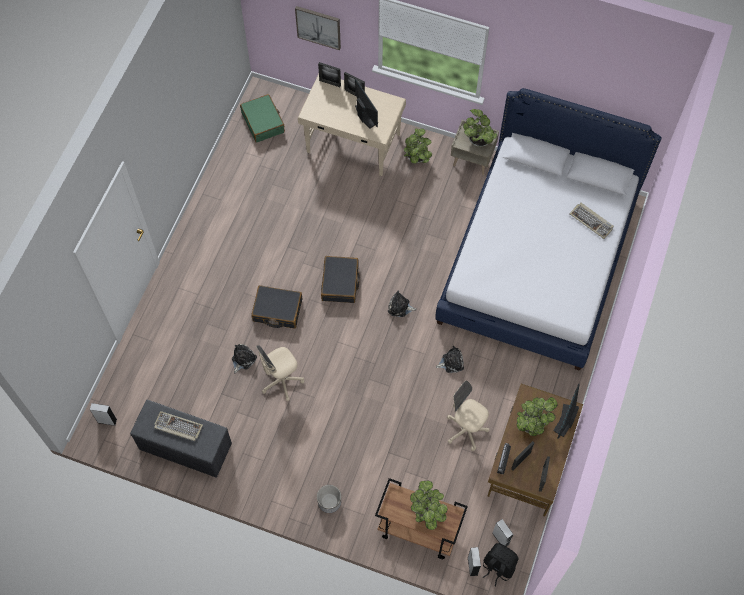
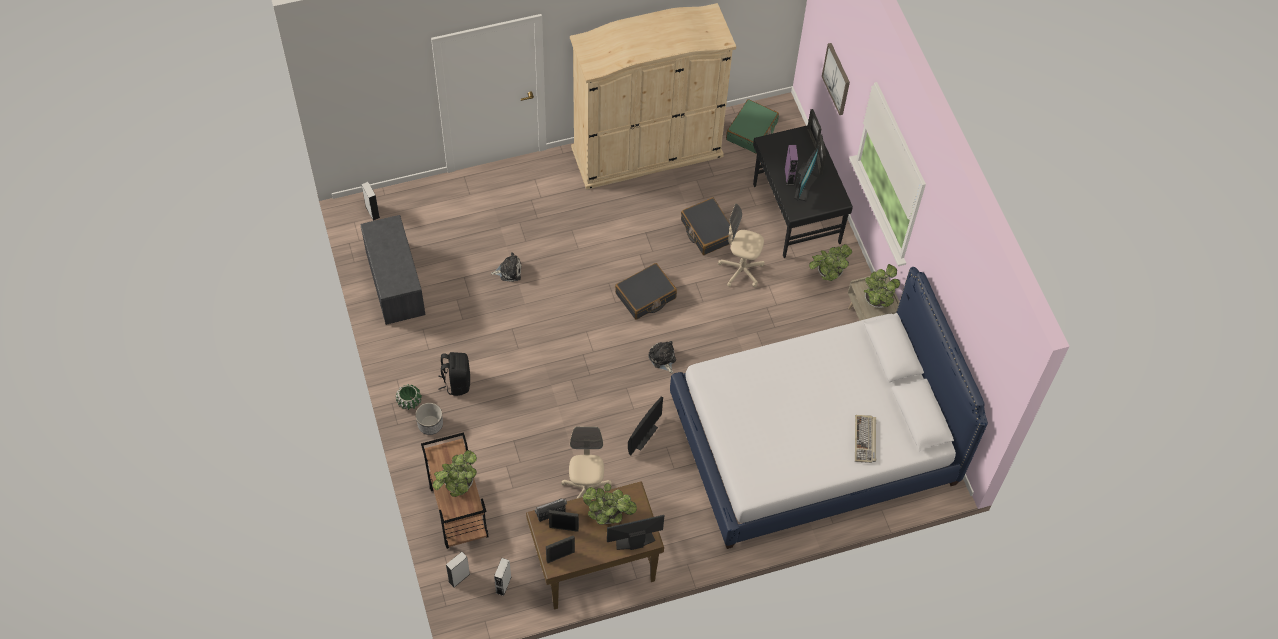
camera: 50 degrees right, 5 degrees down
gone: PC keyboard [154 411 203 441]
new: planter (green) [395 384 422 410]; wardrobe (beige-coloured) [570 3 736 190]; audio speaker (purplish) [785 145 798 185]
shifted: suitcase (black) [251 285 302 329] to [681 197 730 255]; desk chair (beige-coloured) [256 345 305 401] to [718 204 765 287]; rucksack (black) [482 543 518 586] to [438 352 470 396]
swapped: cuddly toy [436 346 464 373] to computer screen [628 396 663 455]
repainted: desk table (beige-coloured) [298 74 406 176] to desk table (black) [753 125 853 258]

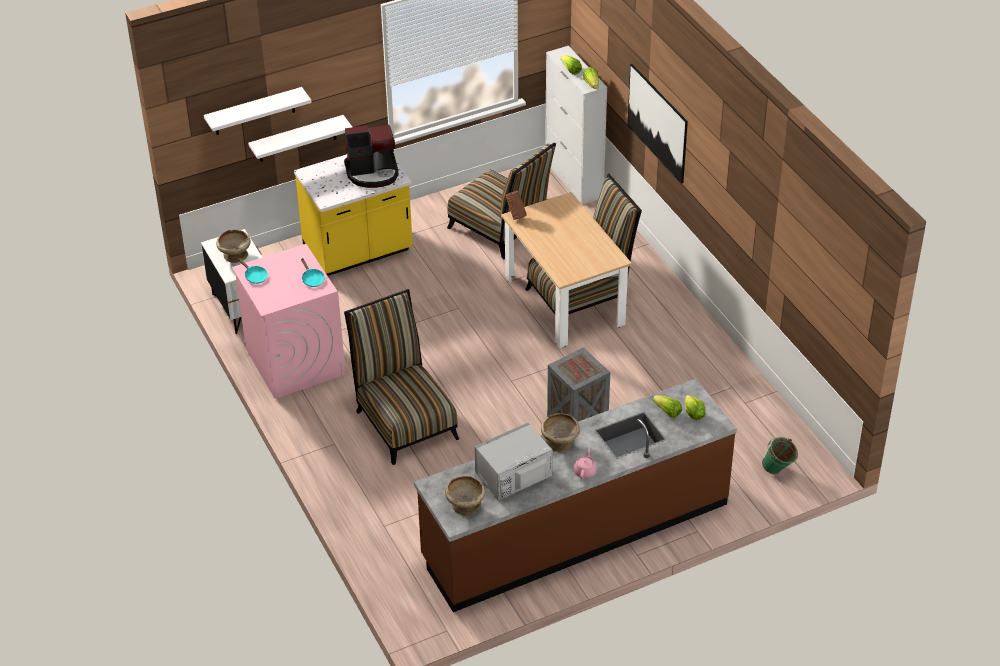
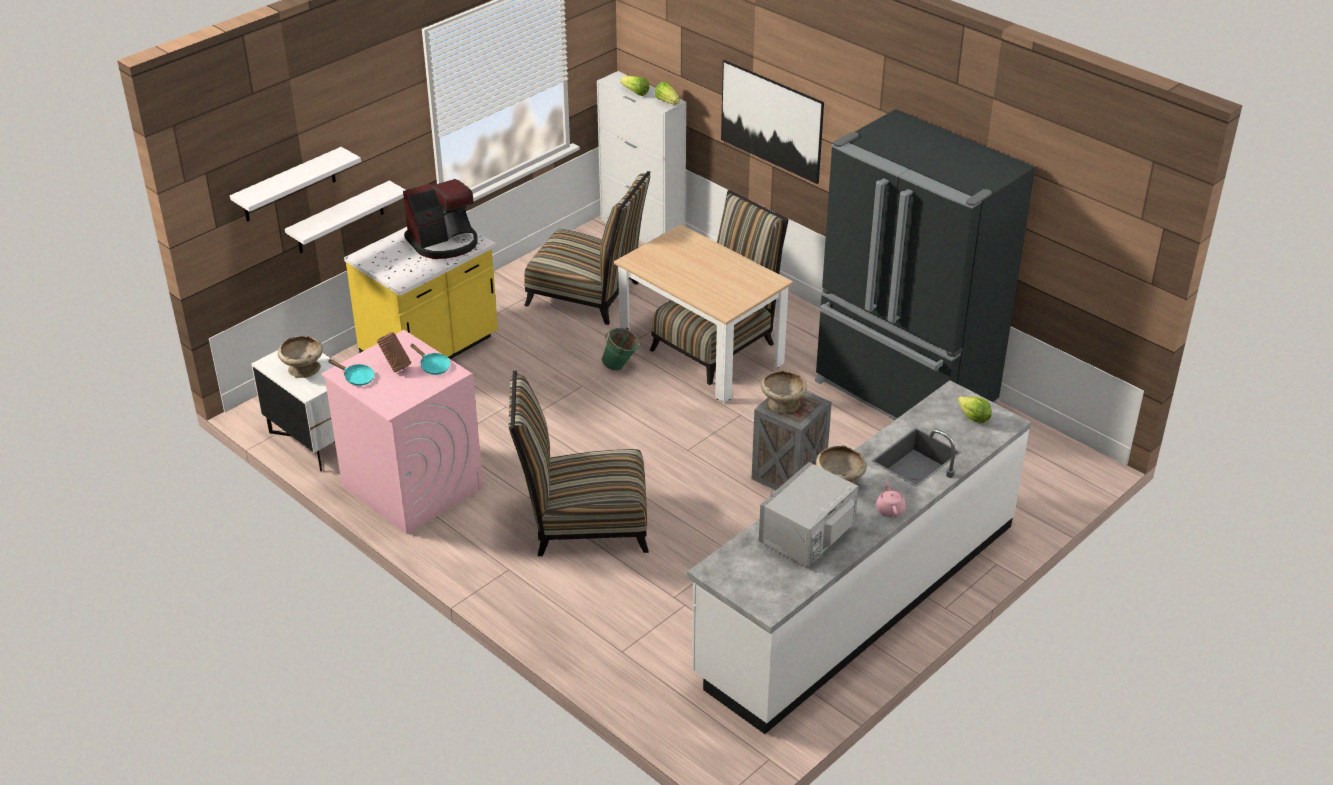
camera: 20 degrees left, 5 degrees down
gone: lettuce [653 395 682 418]
new: fridge (black) [815 109 1035 420]
shifted: serving bowl (beige-coloured) [445 476 485 516] to [761 370 807 414]; decorative vase (brown) [505 191 527 220] to [377 332 411 372]; bucket (green) [762 437 798 474] to [602 328 640 371]
repainted: kitchen base unit (brown) [414 378 737 612] to kitchen base unit (white) [687 380 1031 734]
rotated: plain chair [344 289 459 465] = [508 370 649 556] 45 degrees counterclockwise

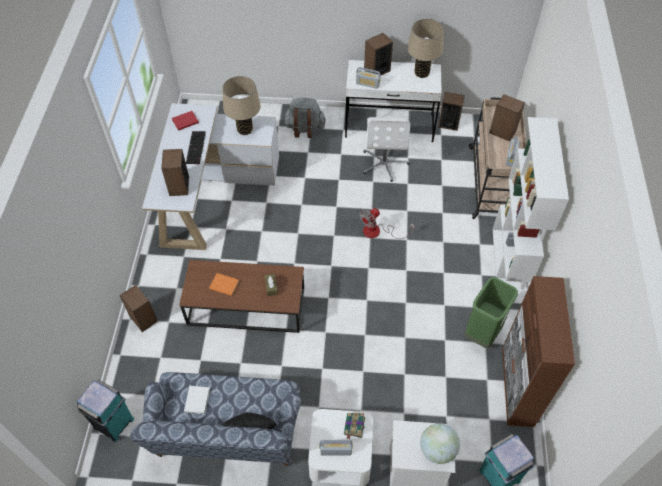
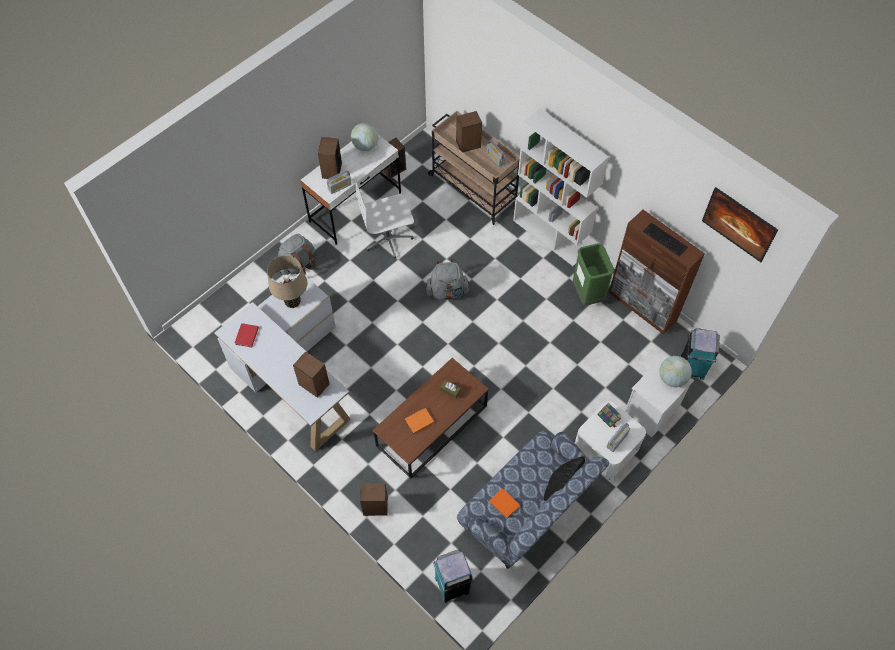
camera: 50 degrees left, 5 degrees up
new: wall art [702 187 778 262]
shifted: PC keyboard [186 131 206 164] to [643 223 688 257]
swapped: fan [359 208 414 239] to rucksack (grey) [425 259 470 300]; lamp for a table (beige-coloured) [407 19 444 78] to world globe [351 123 379 151]
repainted: bound book (white) [184 386 210 414] to bound book (orange) [489 488 520 518]
rotated: desk chair (white) [363 117 410 182] = [355 180 414 259] 120 degrees clockwise

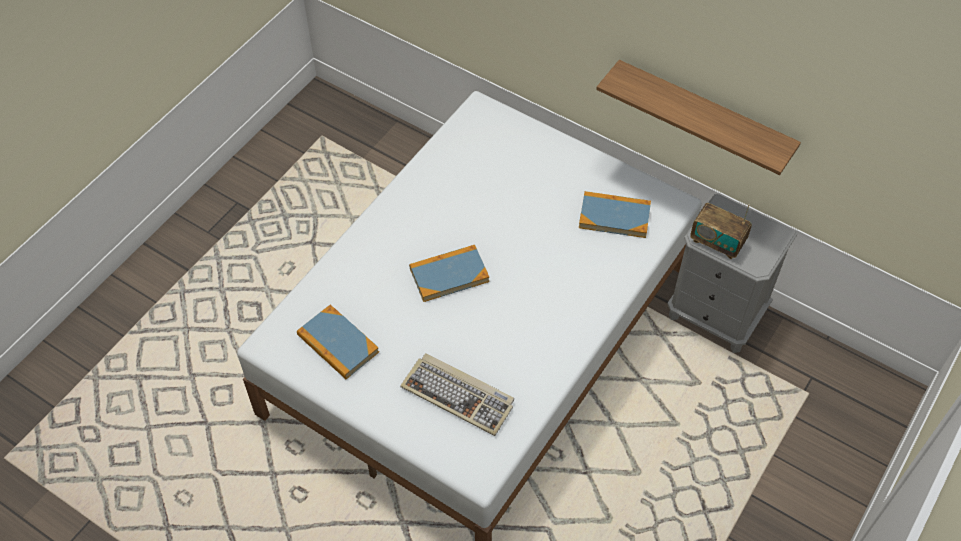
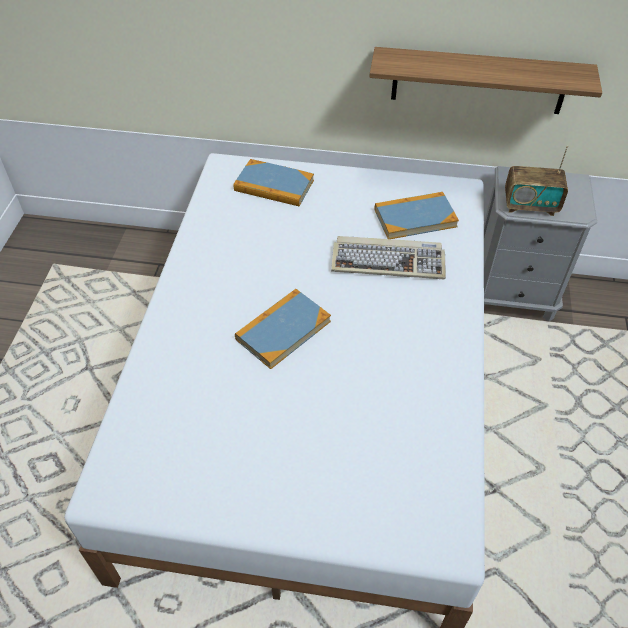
camera: 25 degrees left, 5 degrees down
shifted: bound book [297 305 379 379] to [234 159 314 207]; PC keyboard [400 353 514 436] to [331 236 446 280]

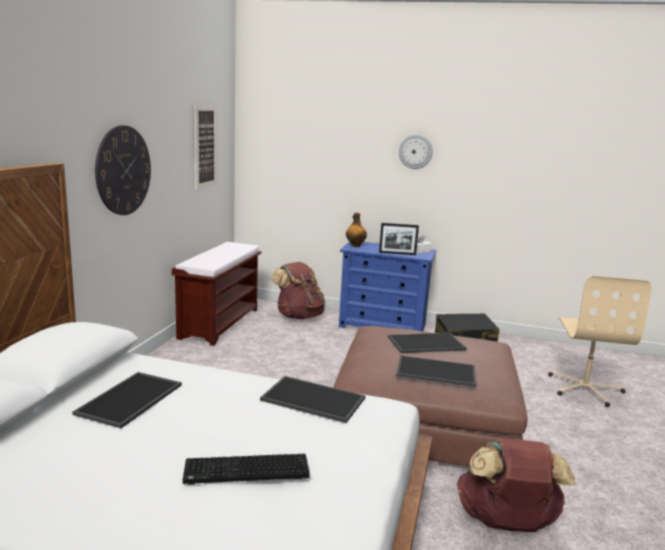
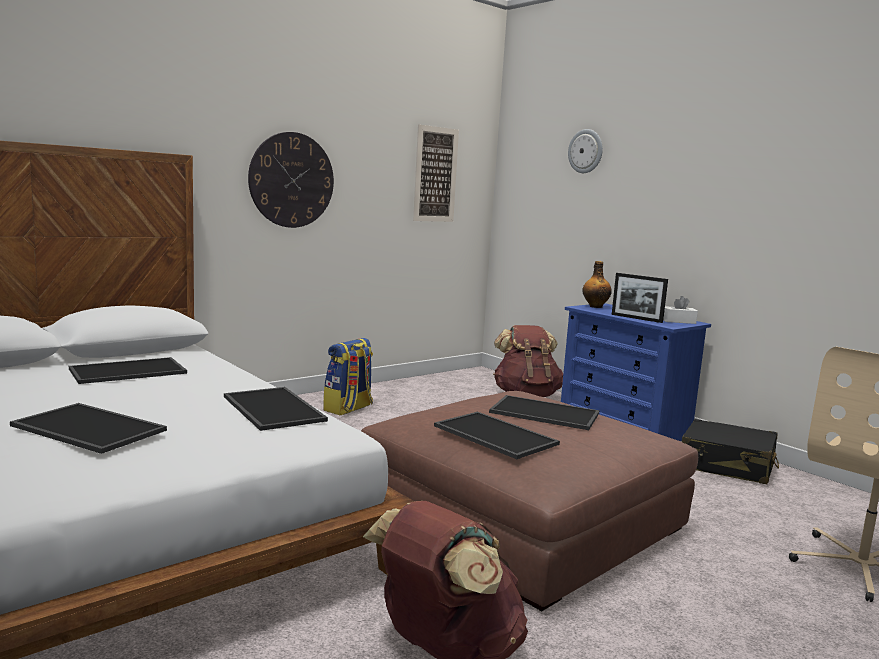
camera: 35 degrees right, 5 degrees down
gone: indoor bench (brown) [171 242 261 346]
new: rucksack [323 338 373 415]
shifted: wall clock [399 135 433 169] to [568 129 603 173]
swapped: PC keyboard [183 454 310 485] to serving tray [10 403 167 454]

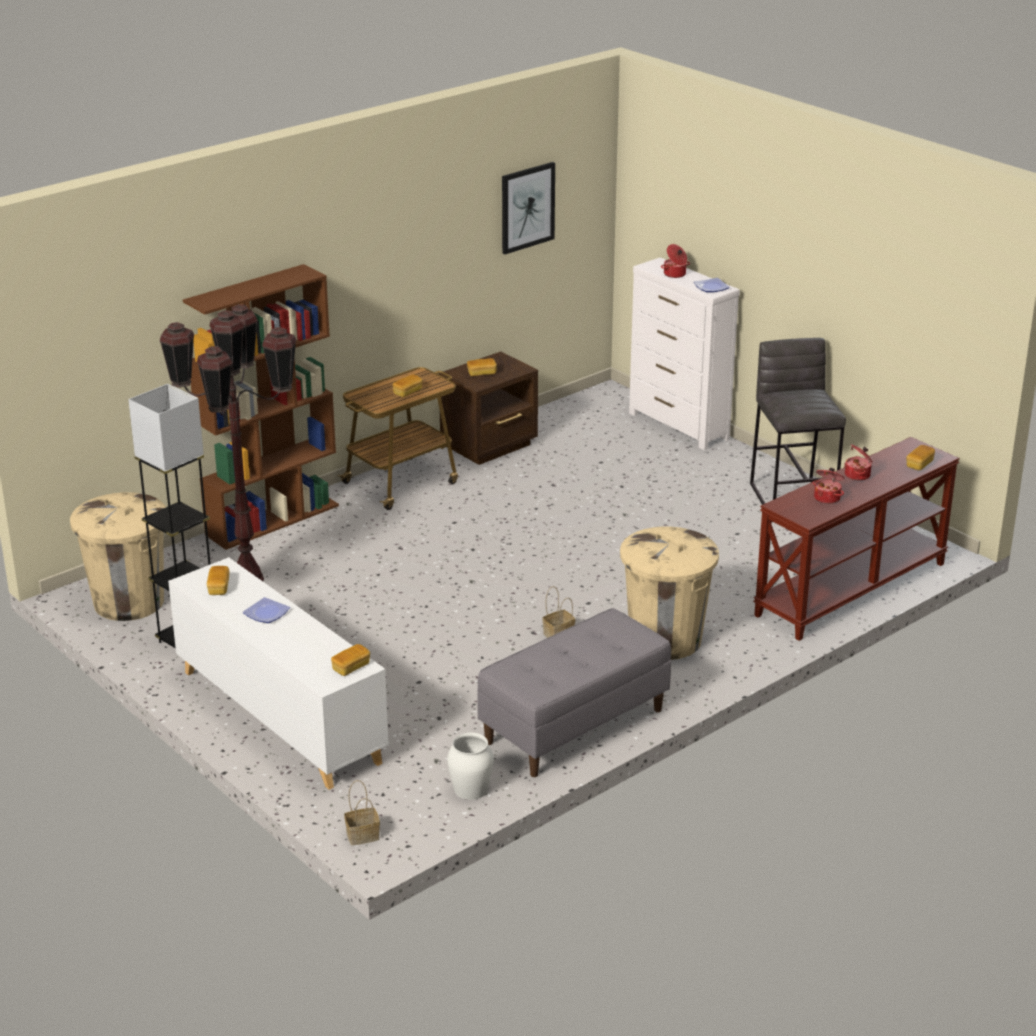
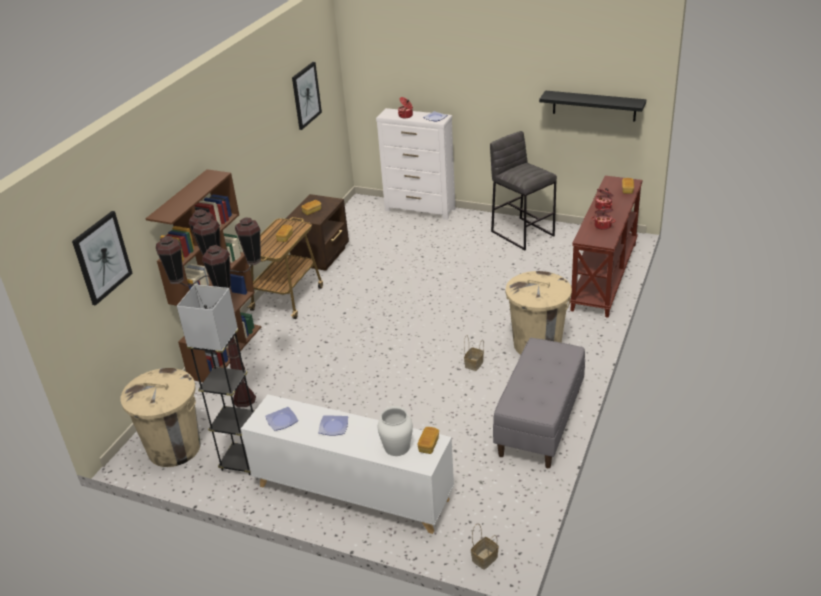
camera: 25 degrees left, 5 degrees up
new: wall art [72 211 133 306]; bracket shelf (black) [539 91 646 122]
shifted: decorative vase (white) [447 733 494 800] to [378 406 413 456]
swapped: baked bread [207 566 229 595] to plate [265 407 298 431]

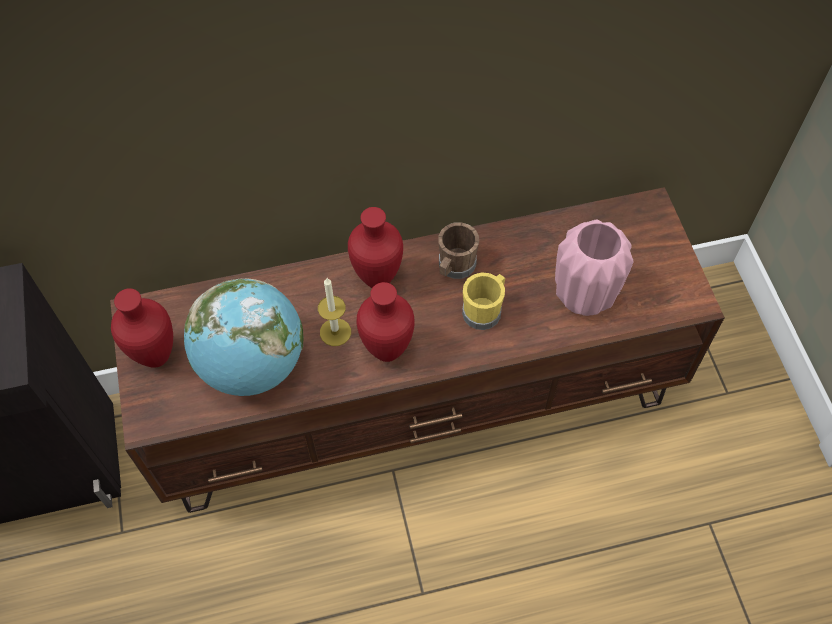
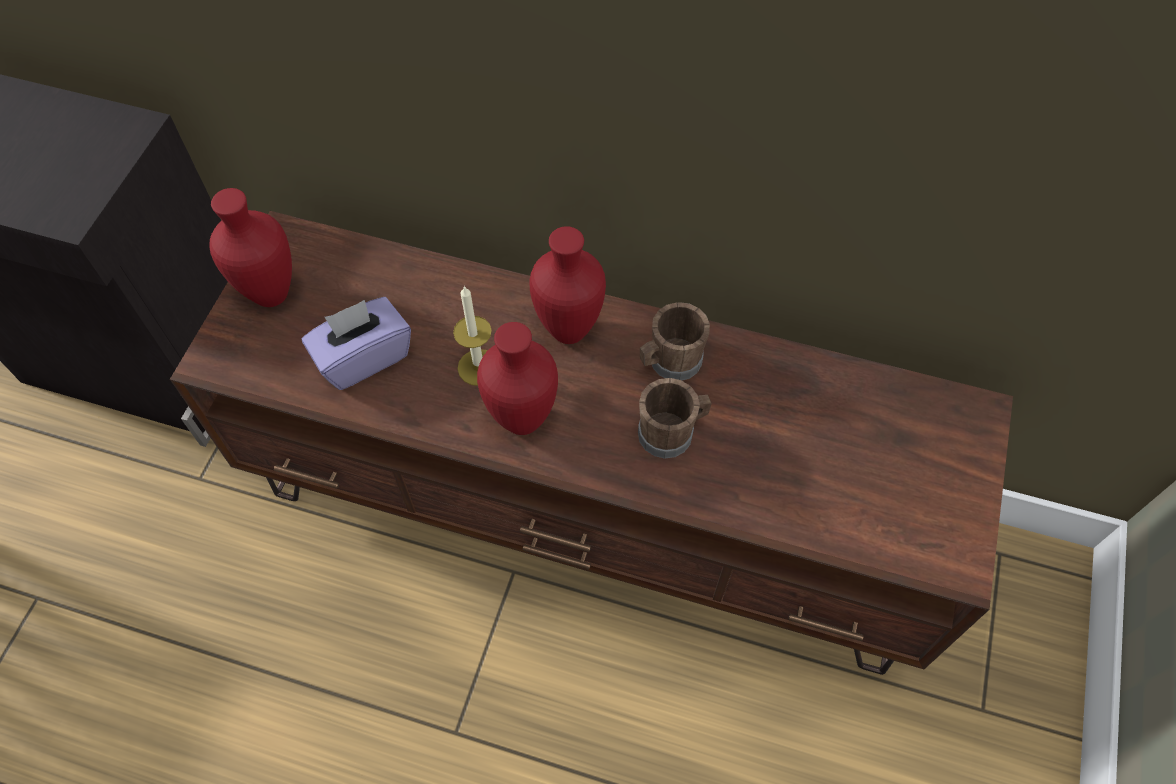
camera: 30 degrees right, 0 degrees up
gone: decorative vase (pinkish) [555 220 634 316]
swapped: world globe [184 279 303 396] to tissue box (purplish) [302 297 411 390]
repainted: coffee mug (yellowish) [462 272 505 330] to coffee mug (brown) [638 378 712 459]

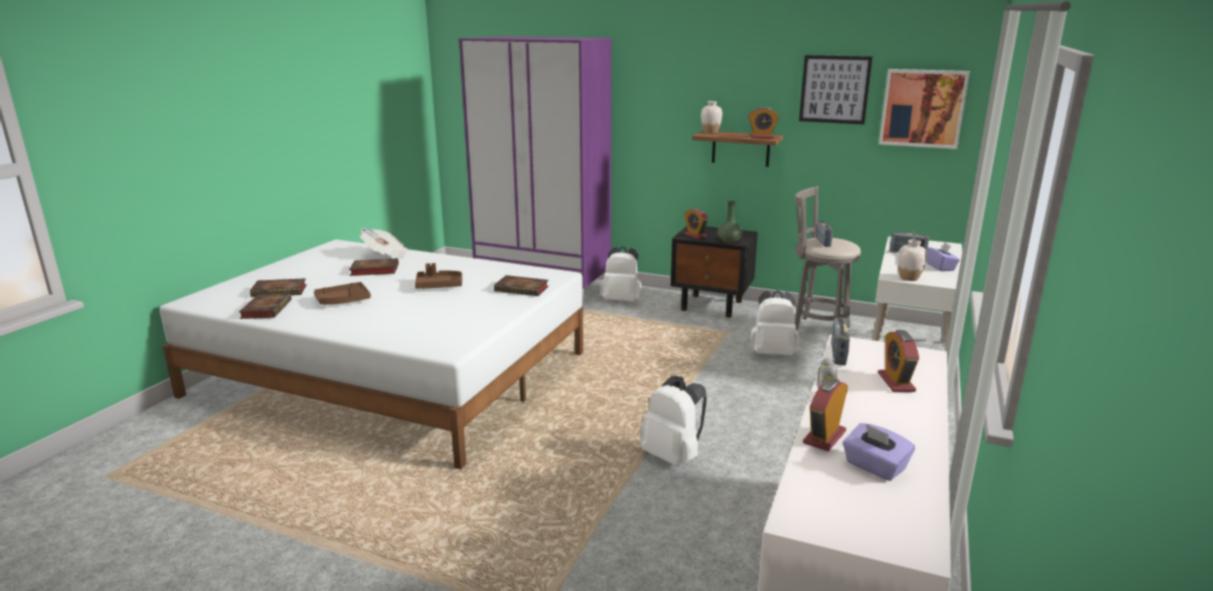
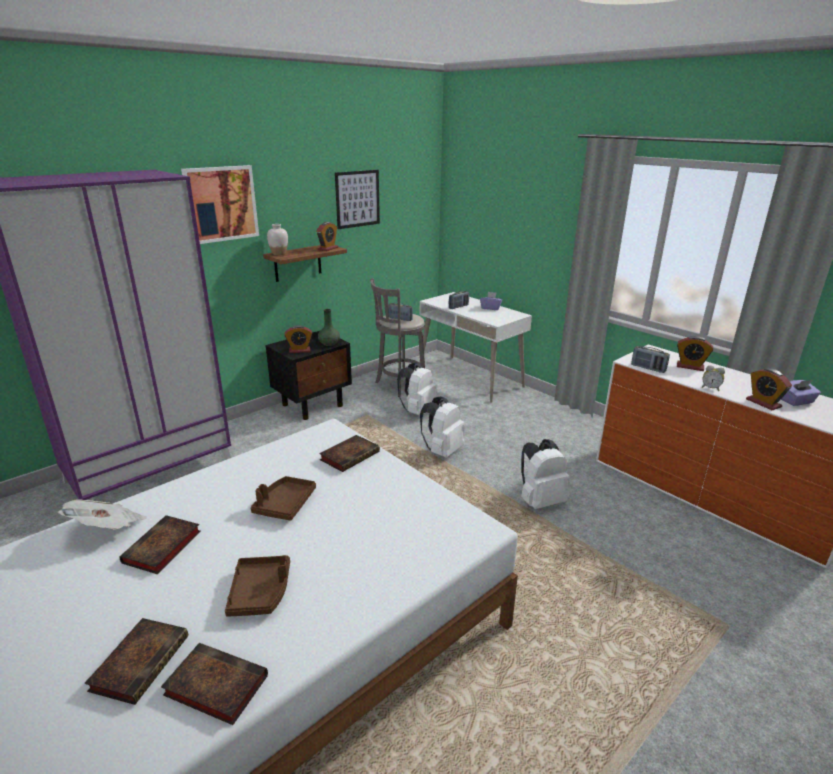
camera: 65 degrees left, 5 degrees up
gone: decorative vase (white) [898 240 927 281]
shifted: rucksack (white) [601 246 641 301] to [420 396 465 458]; wall art [879 69 970 149] to [181 165 259 244]

